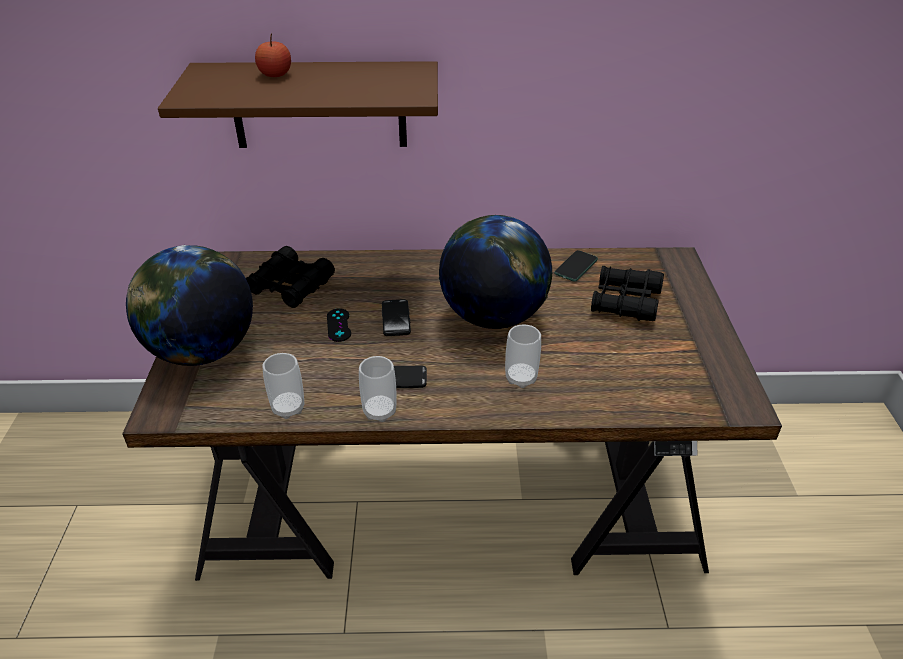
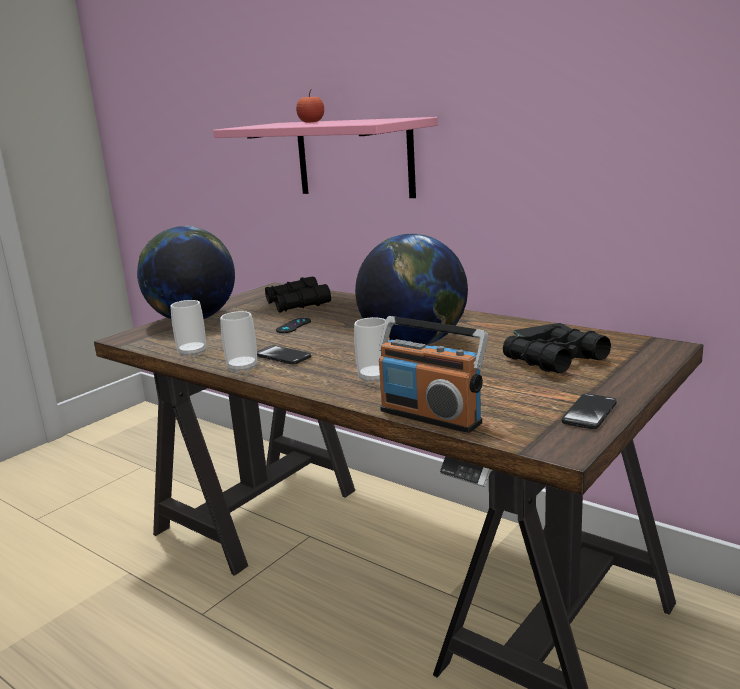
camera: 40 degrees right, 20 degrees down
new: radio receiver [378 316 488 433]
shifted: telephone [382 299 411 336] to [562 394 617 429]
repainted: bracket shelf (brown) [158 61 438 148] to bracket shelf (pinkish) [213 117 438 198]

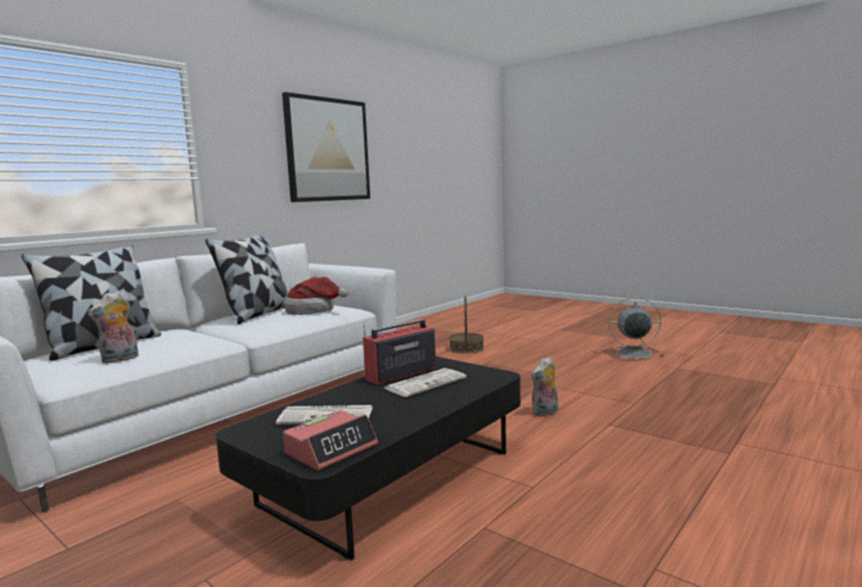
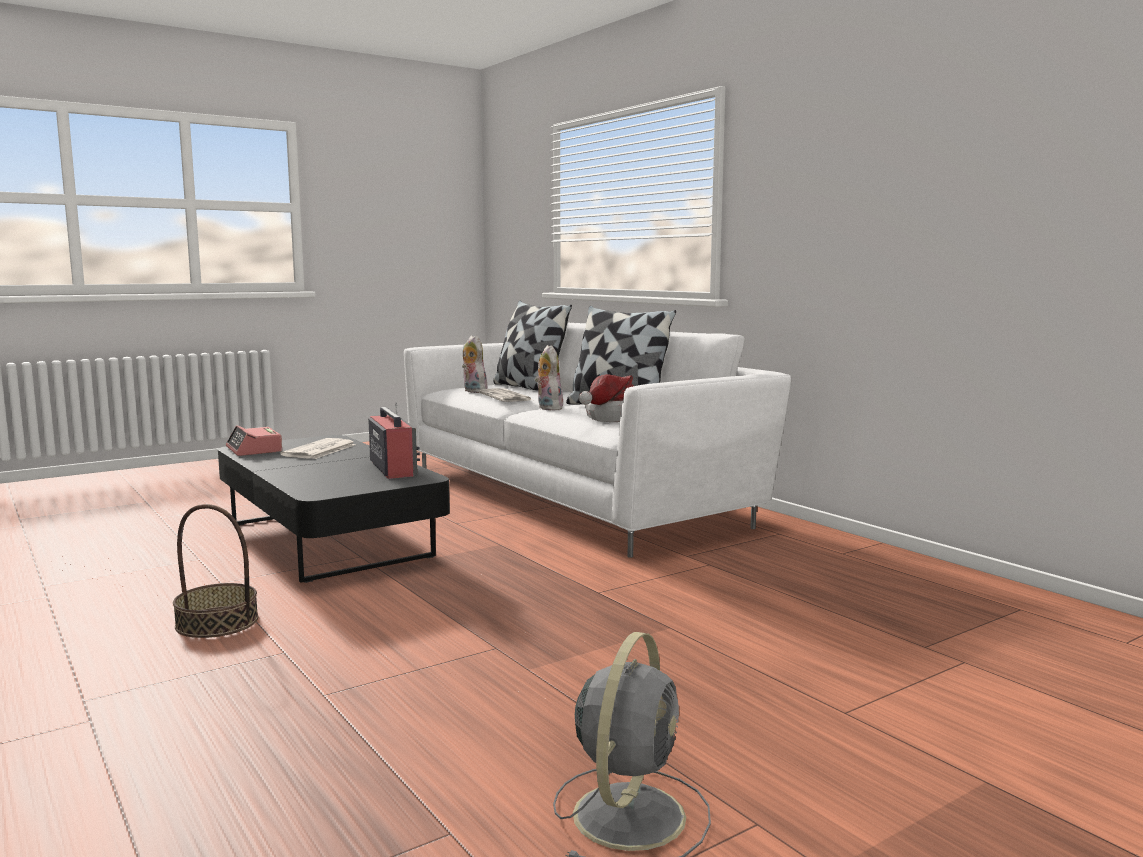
camera: 105 degrees right, 0 degrees up
gone: wall art [282 92 370 202]
shifted: printed paper [384 368 466 397] to [479 388 532 402]; household basket [449 296 484 353] to [173 504 259 638]; cuddly toy [531 356 558 416] to [535 345 563 411]

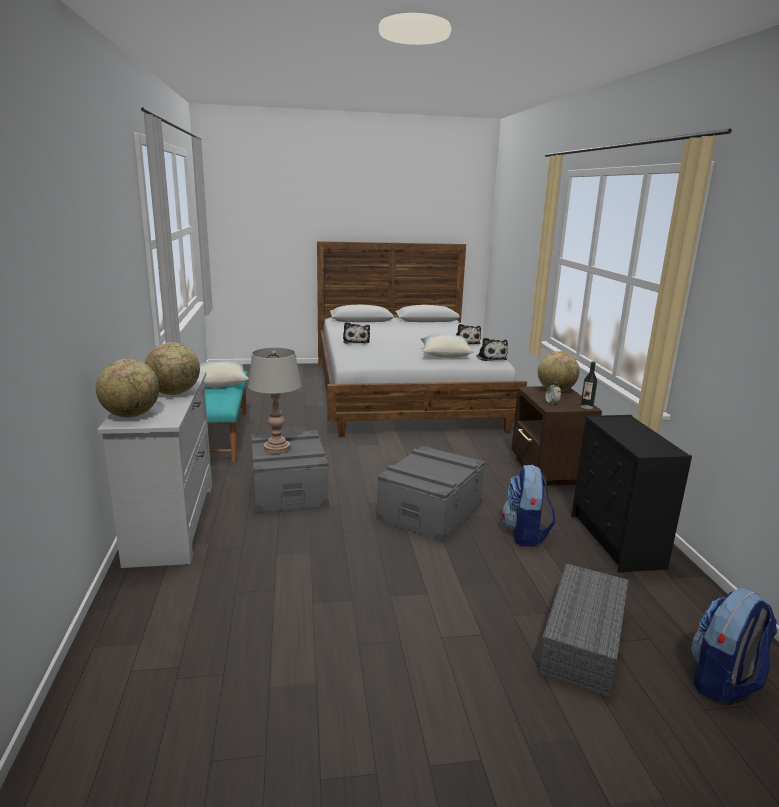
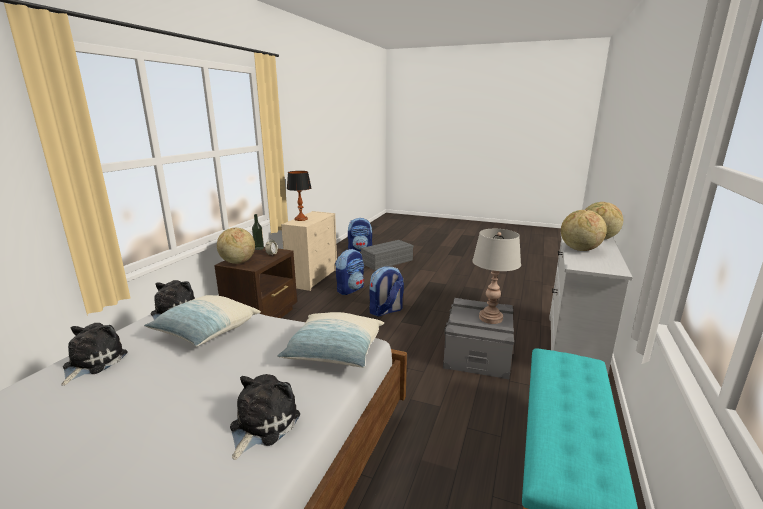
camera: 150 degrees left, 0 degrees up
new: lamp for a table [287 171 311 221]
shifted: pillow [200 361 249 387] to [277 312 384 368]
swapped: storage bin (grey) [377 446 485 543] to rucksack [369 266 404 316]
repainted: dresser (black) [571 415 692 572] to dresser (beige-coloured) [281 211 337 291]

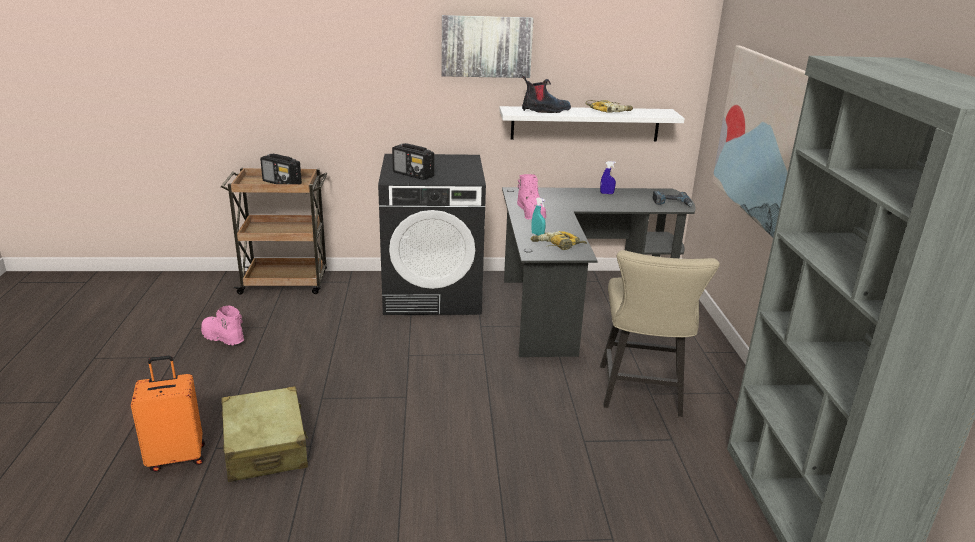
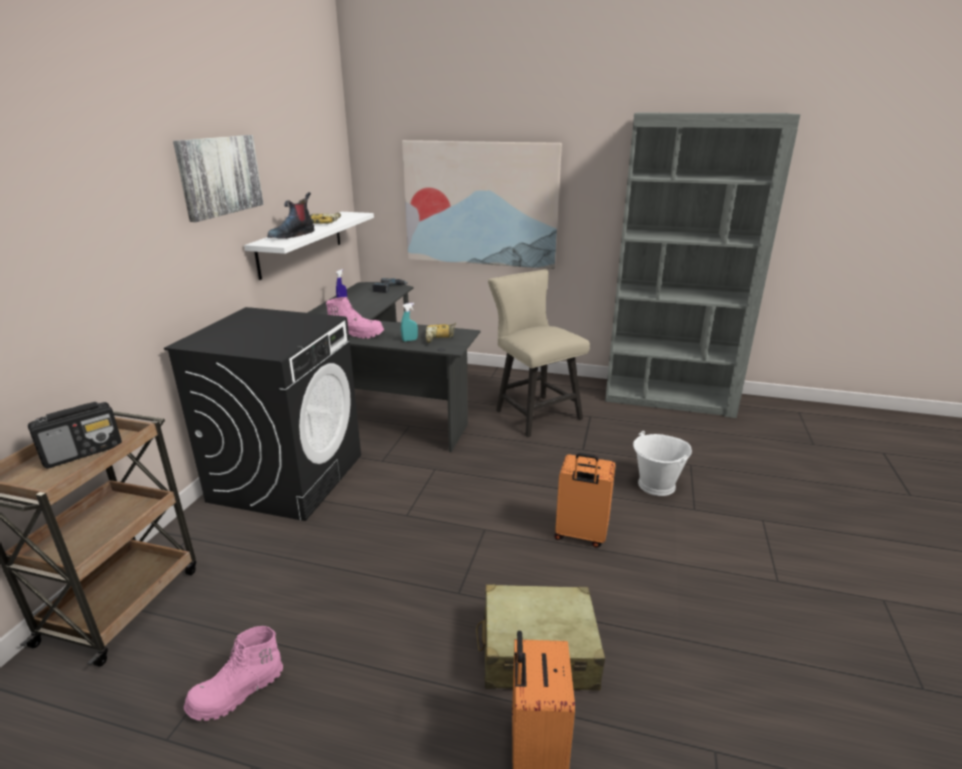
camera: 70 degrees left, 0 degrees up
gone: radio receiver [392 143 434 180]
new: suitcase (orange) [554 453 616 547]; bucket (white) [633 431 692 496]
rotated: boot [522 75 571 113] = [267 192 315 239] 150 degrees counterclockwise; plain chair (beige-coloured) [600 250 720 417] = [488 269 590 437] 150 degrees counterclockwise

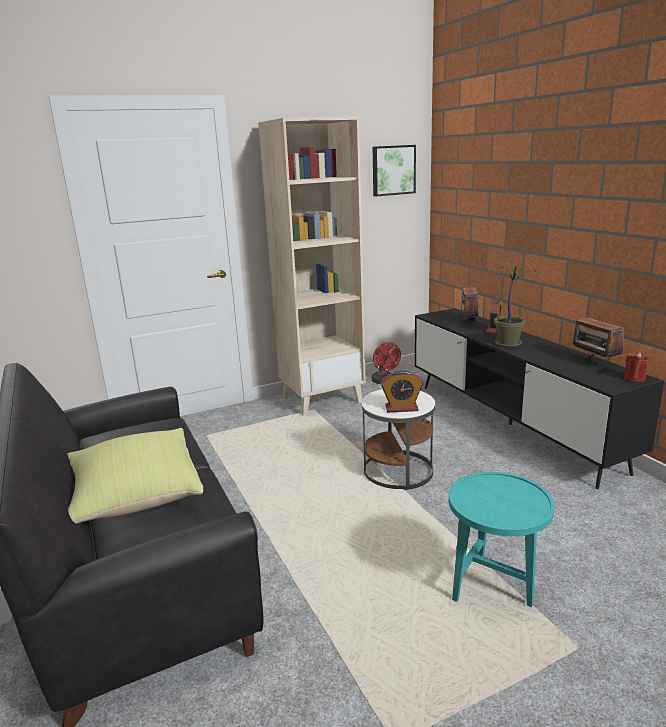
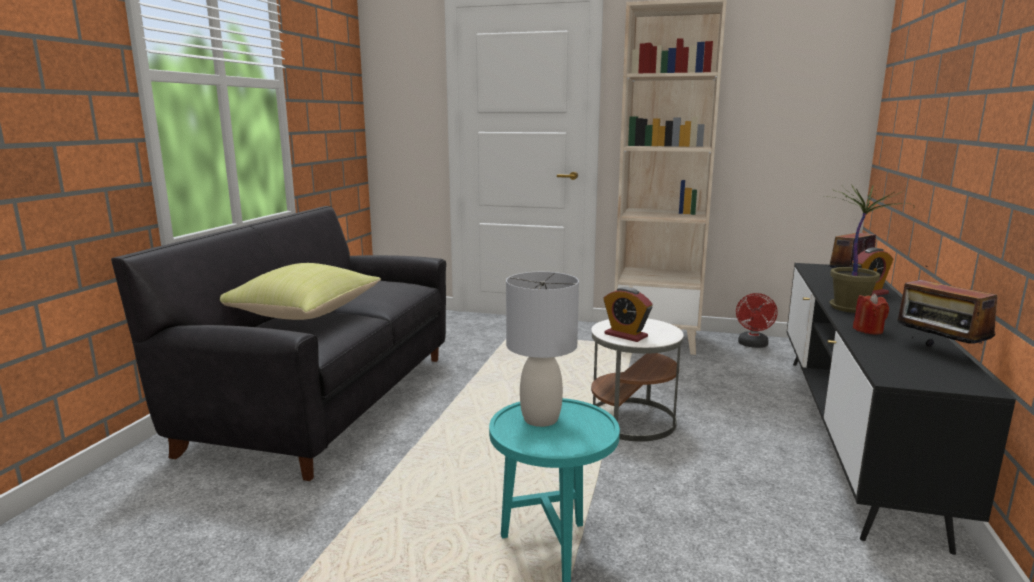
camera: 40 degrees right, 5 degrees down
gone: wall art [373 145 416 196]
new: lamp for a table (grey) [506 272 579 427]
shifted: wax light (red-coloured) [624 352 649 382] to [853 293 889 334]
rotated: radio receiver [573 318 624 360] = [897 266 997 347] 45 degrees counterclockwise

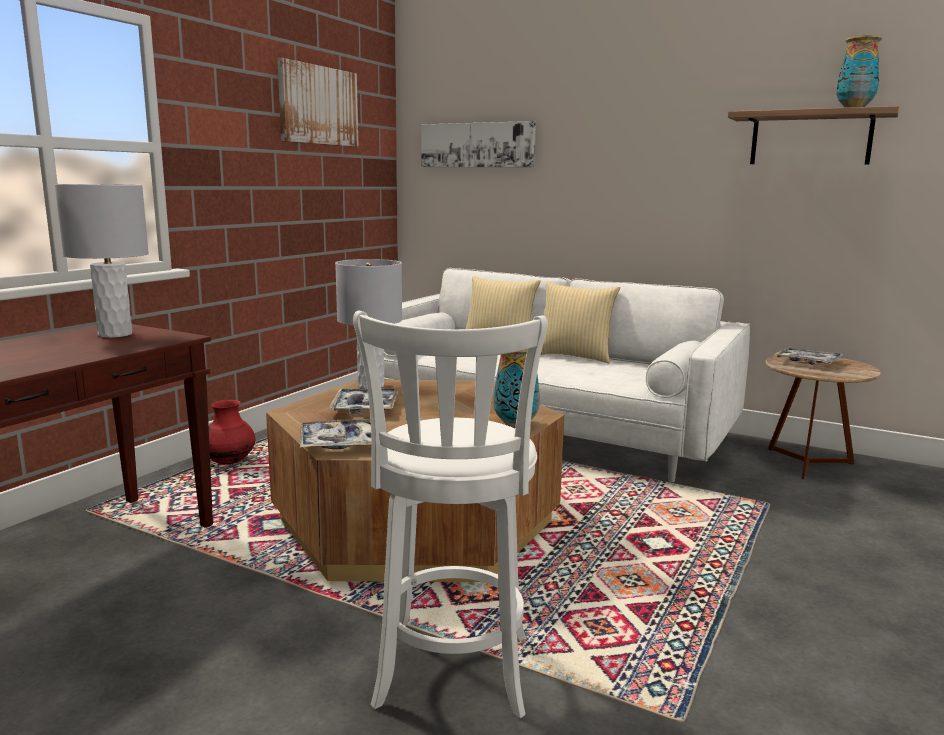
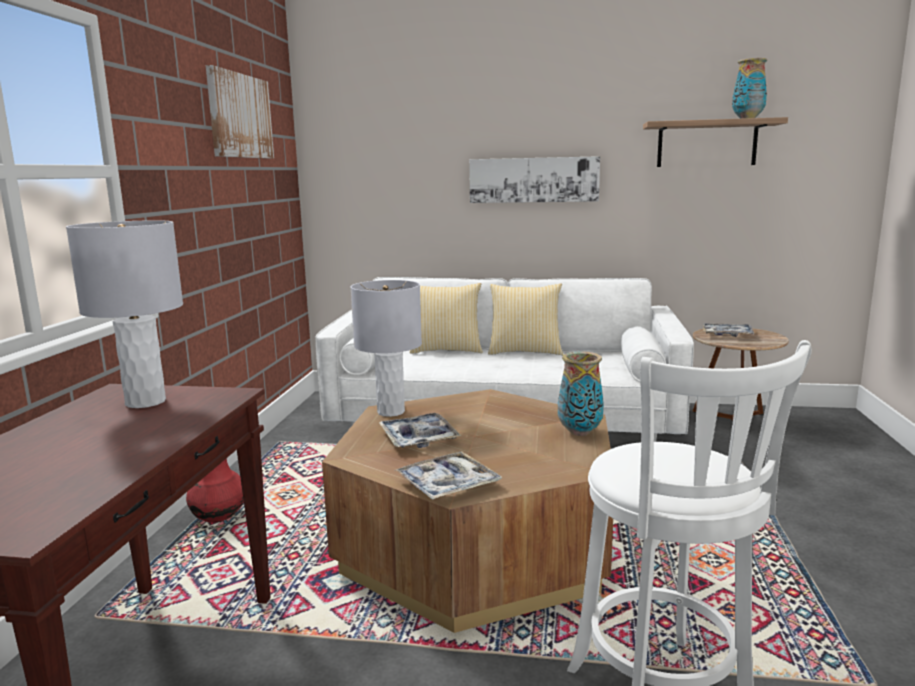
camera: 20 degrees left, 0 degrees up
shifted: wall art [421 121 536 167] to [469 156 600 203]

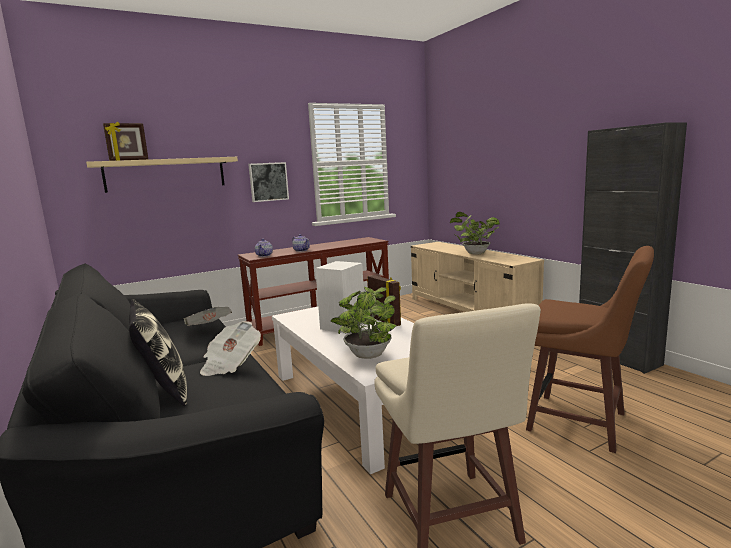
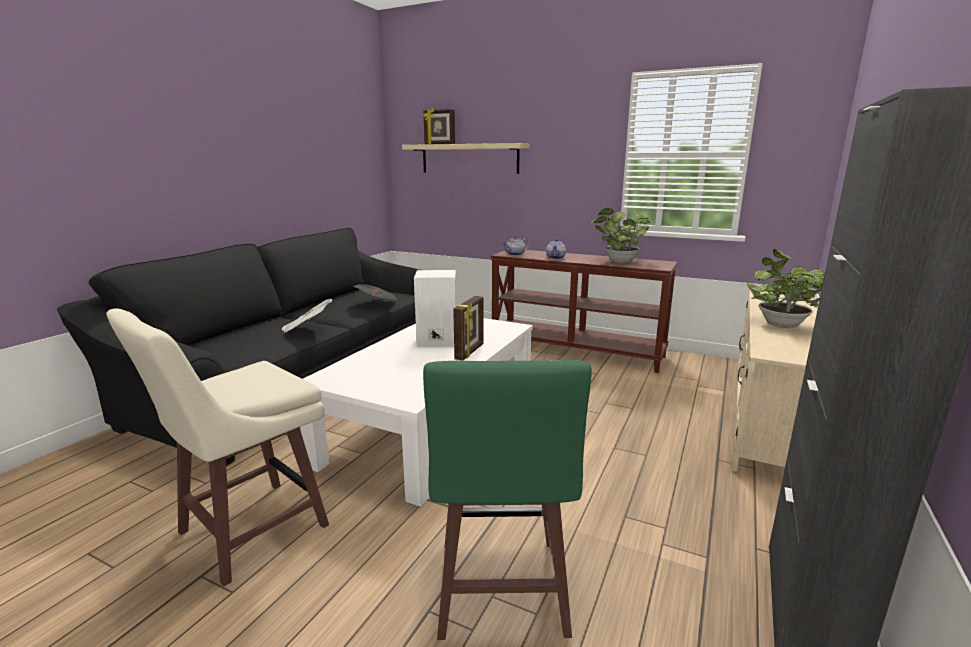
camera: 55 degrees right, 5 degrees up
gone: pillow [129 299 187 406]; wall art [248 162 289 202]
shifted: plant in a pot [331 287 396 359] to [589 208 651 263]
repainted: stool seat (brown) [526 246 654 453] to stool seat (green) [423 360 592 640]

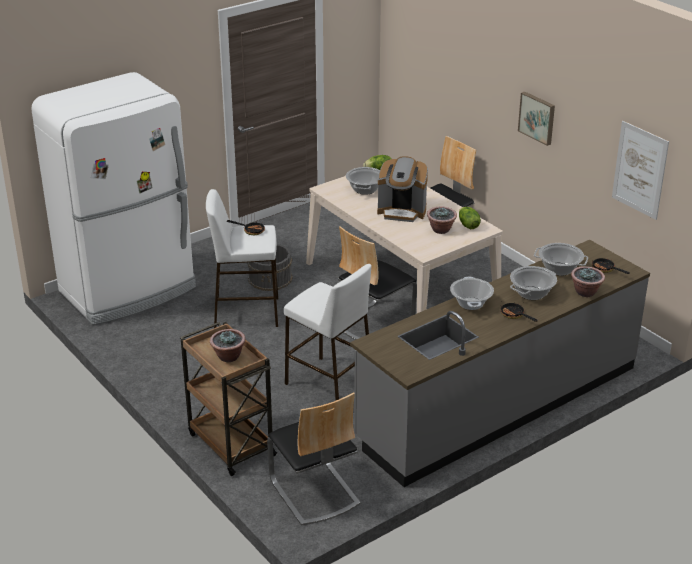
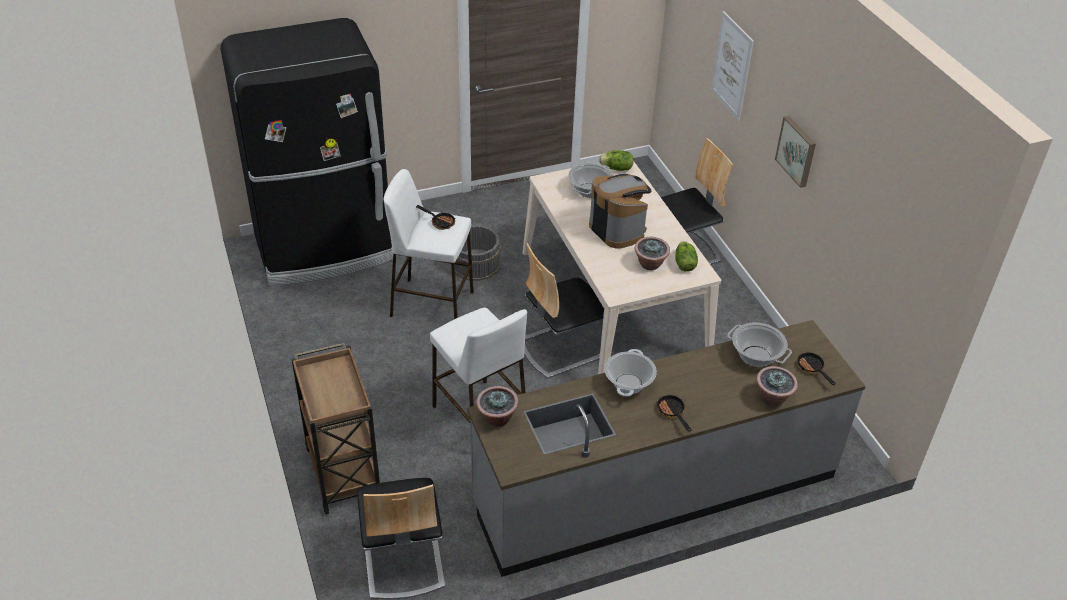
camera: 15 degrees right, 10 degrees up
gone: stockpot [510 266 557 300]
shifted: plant in a pot [210 329 246 362] to [476 386 519 427]; wall art [612 121 669 220] to [711 11 754 121]
repainted: fridge (white) [32 72 196 325] to fridge (black) [221 18 393 285]
rotated: coffee machine [377 156 428 222] = [589 174 652 248] 150 degrees counterclockwise

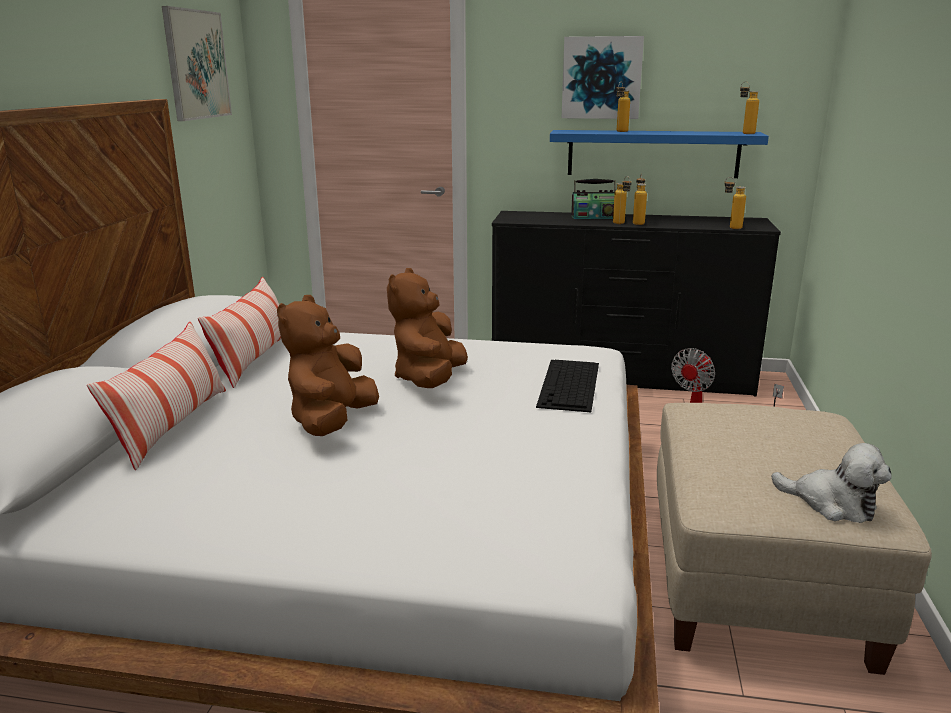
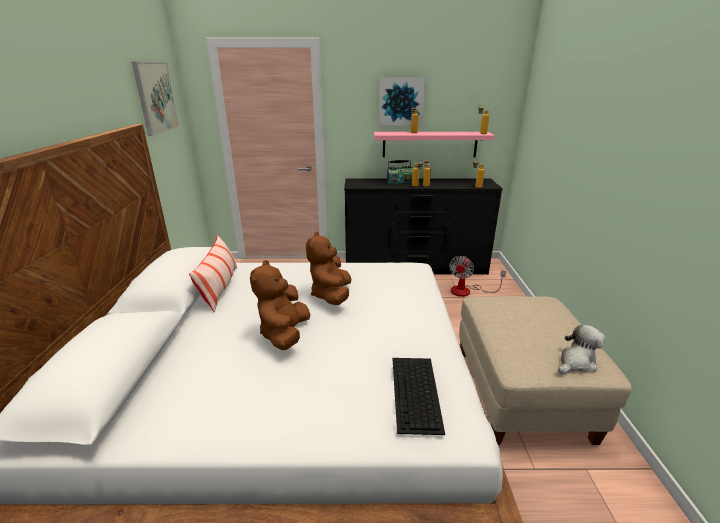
camera: 10 degrees left, 5 degrees up
gone: pillow [87 322 226 470]
shifted: PC keyboard [536 360 599 412] to [392 358 445 435]
repainted: bracket shelf (blue) [550 130 769 178] to bracket shelf (pinkish) [374 132 495 157]
rotated: cuddly toy [771 443 892 523] = [558 324 605 374] 60 degrees counterclockwise

